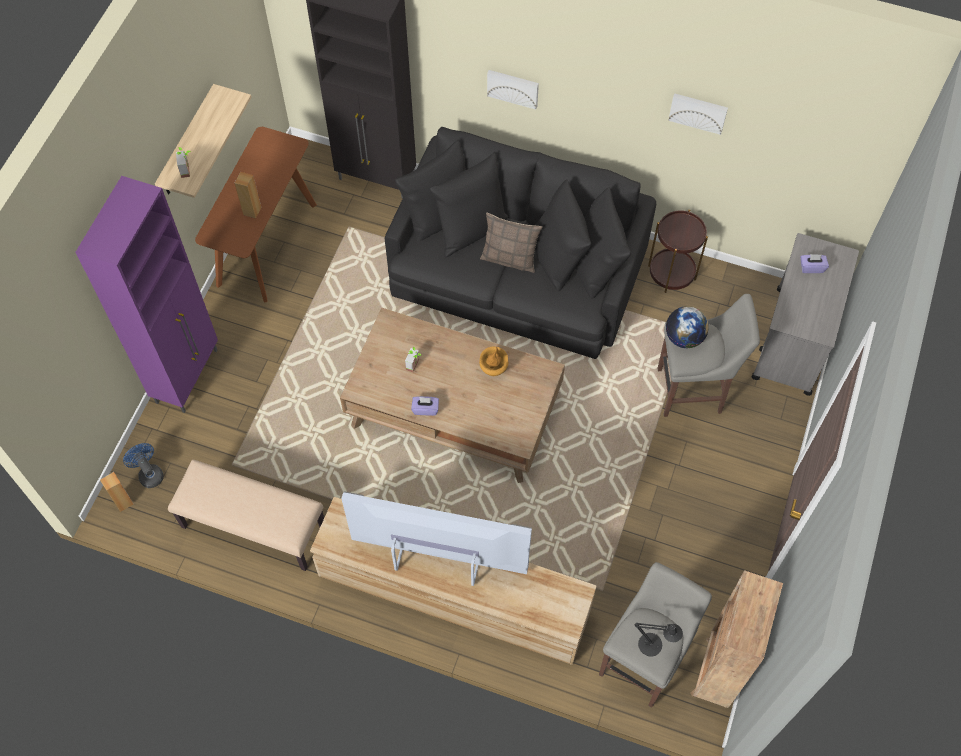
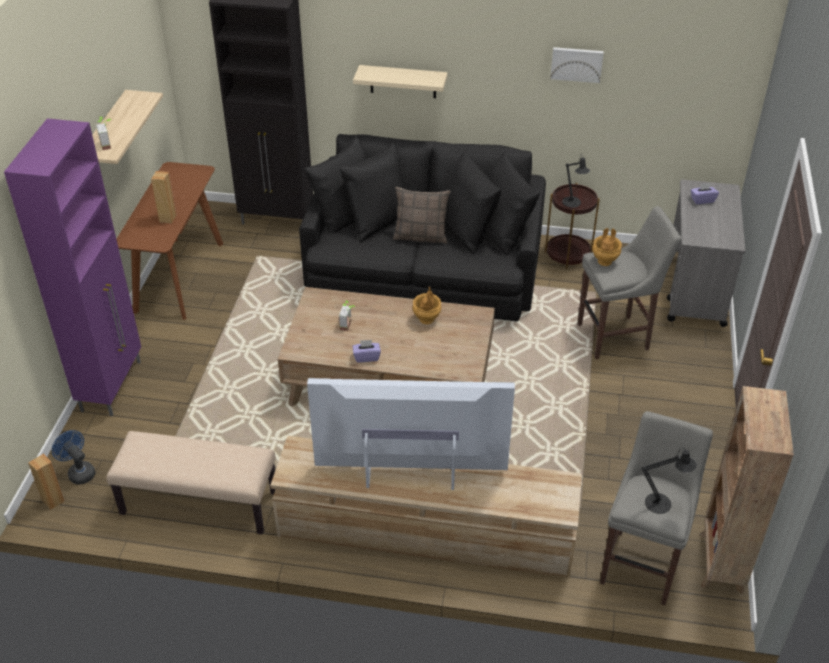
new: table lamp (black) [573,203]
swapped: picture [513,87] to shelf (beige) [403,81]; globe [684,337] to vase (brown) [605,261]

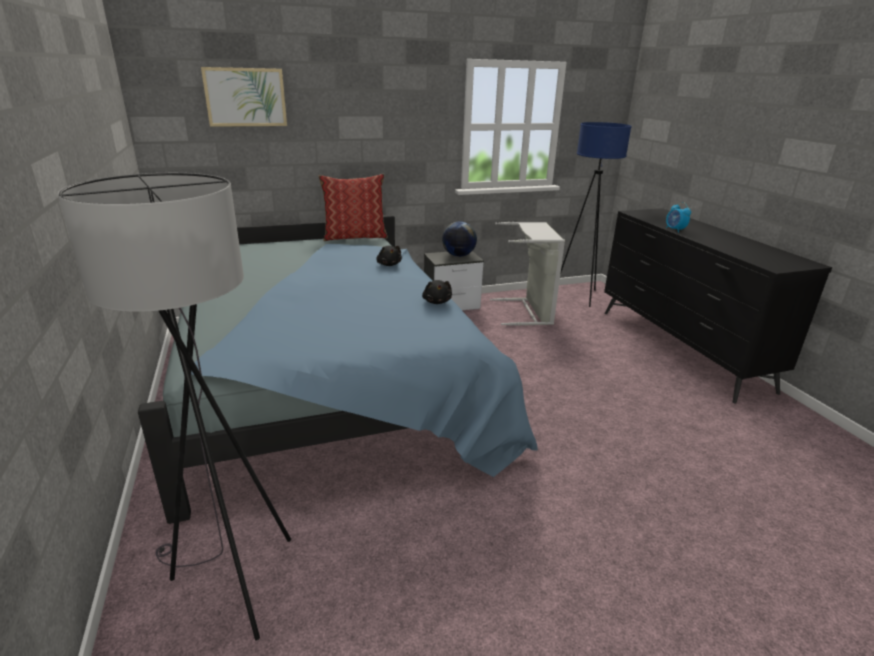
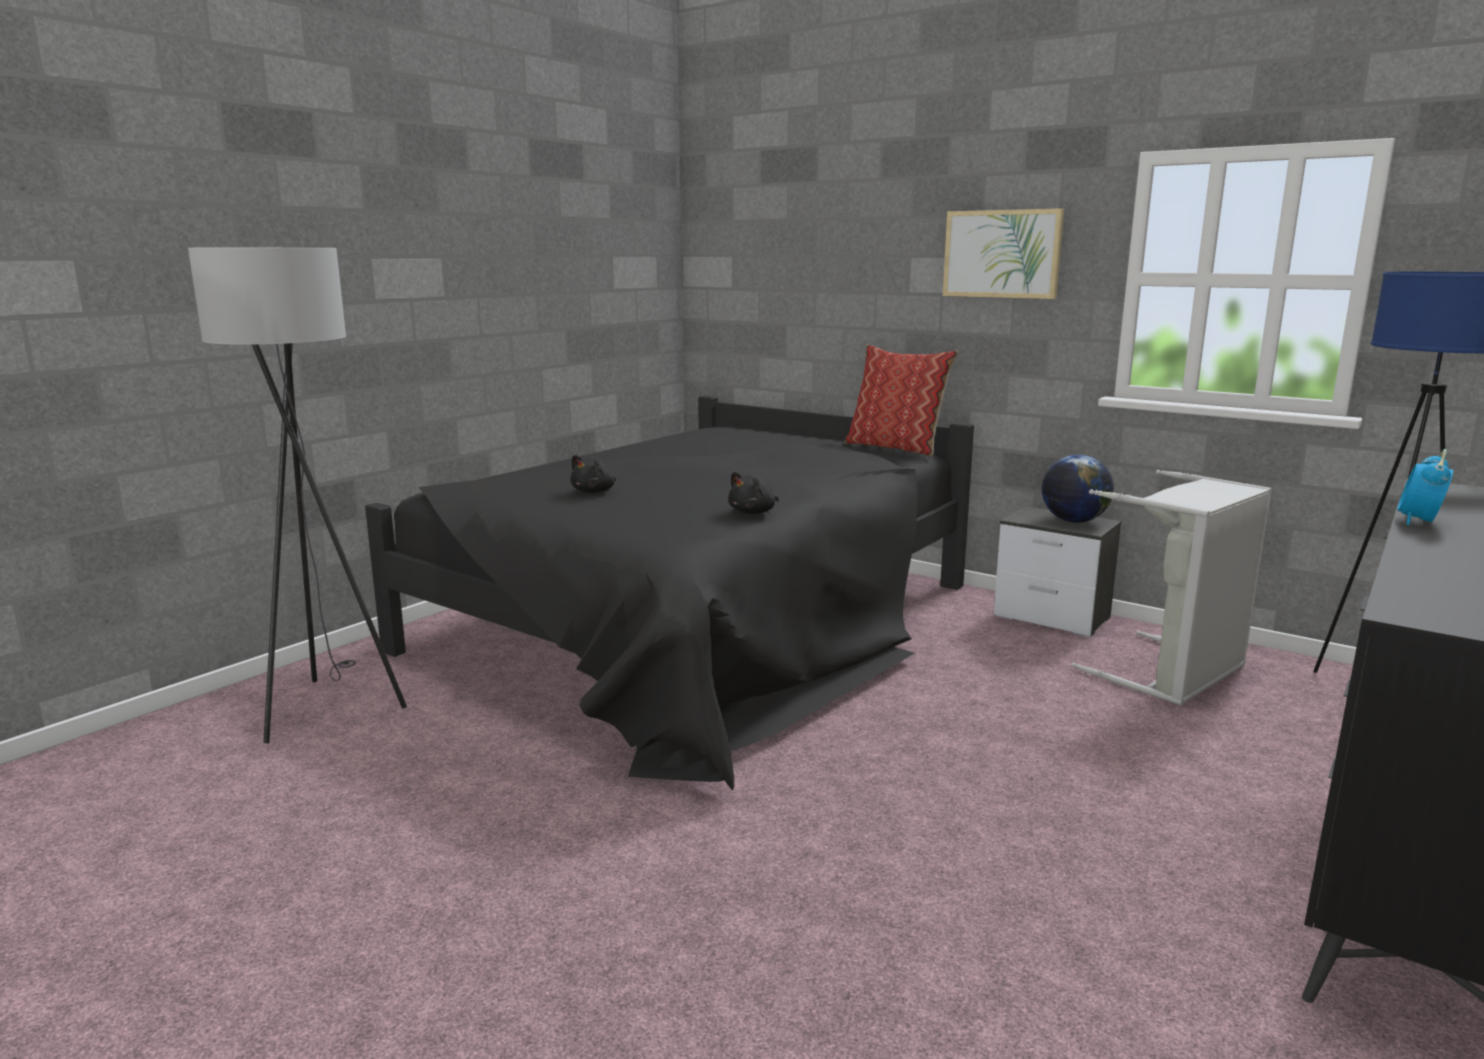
shifted: picture [245,97] to [1002,254]; plush toy (black) [389,264] to [595,491]
repainted: bed (blue) [330,382] to bed (black) [702,624]

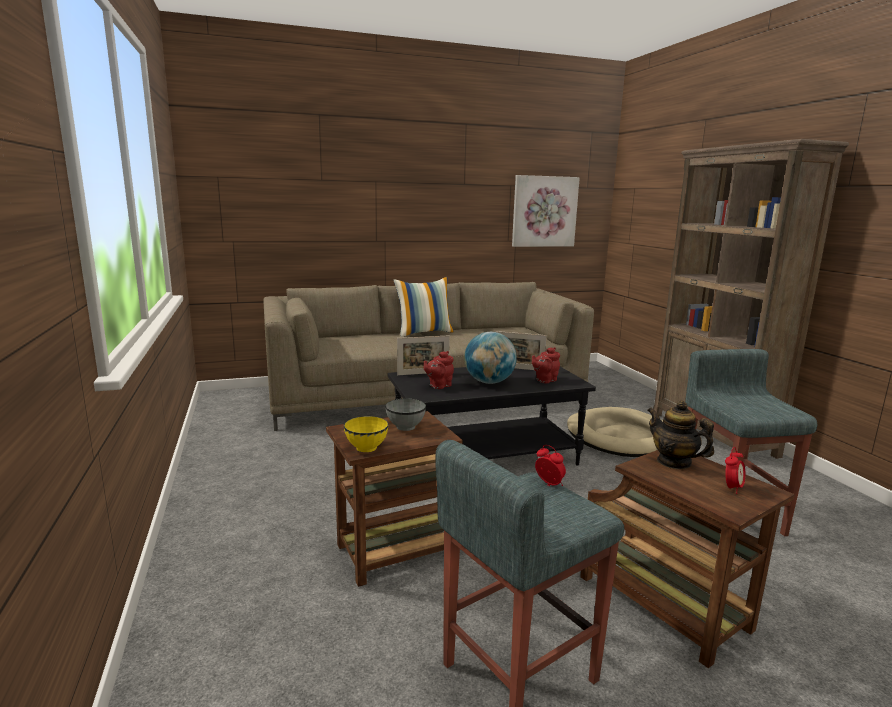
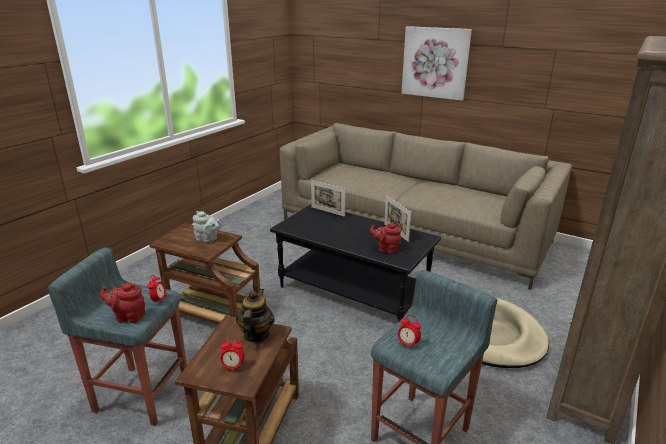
gone: bowl (yellow) [367,448]; pillow [424,332]; globe [489,382]
new: alarm clock [408,344]
shifted: teapot (red) [438,386] to [128,317]; picture [544,211] to [435,62]
swapped: bowl (grey) [405,427] to teapot (grey) [208,239]

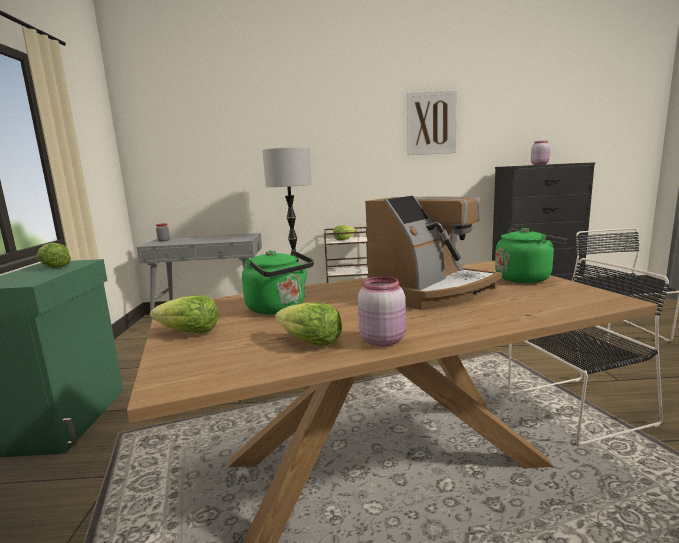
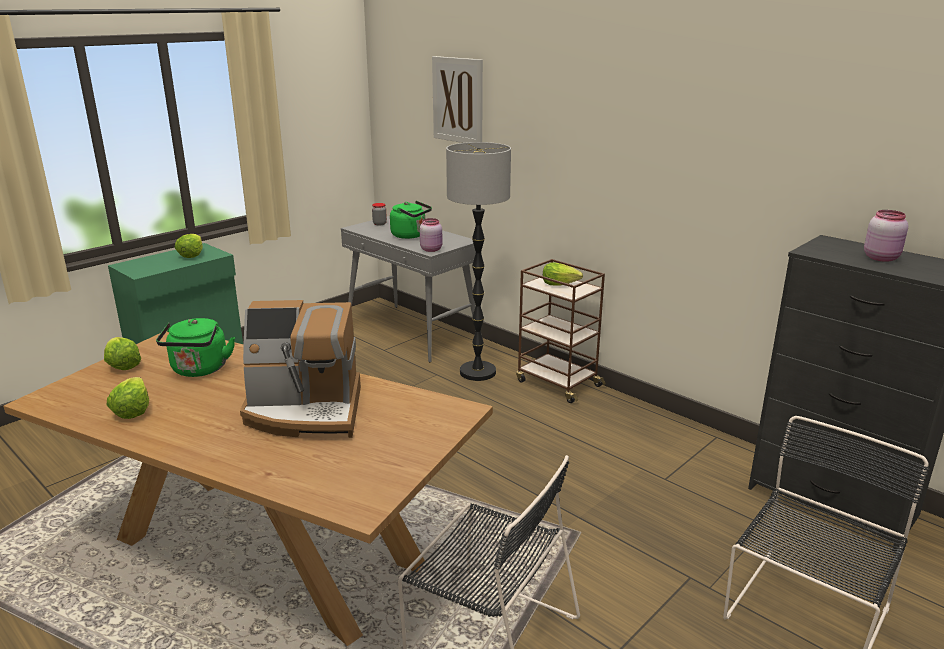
shifted: jar (pink) [382,340] to [432,249]; picture [431,123] to [458,100]; kettle (green) [525,278] to [410,235]

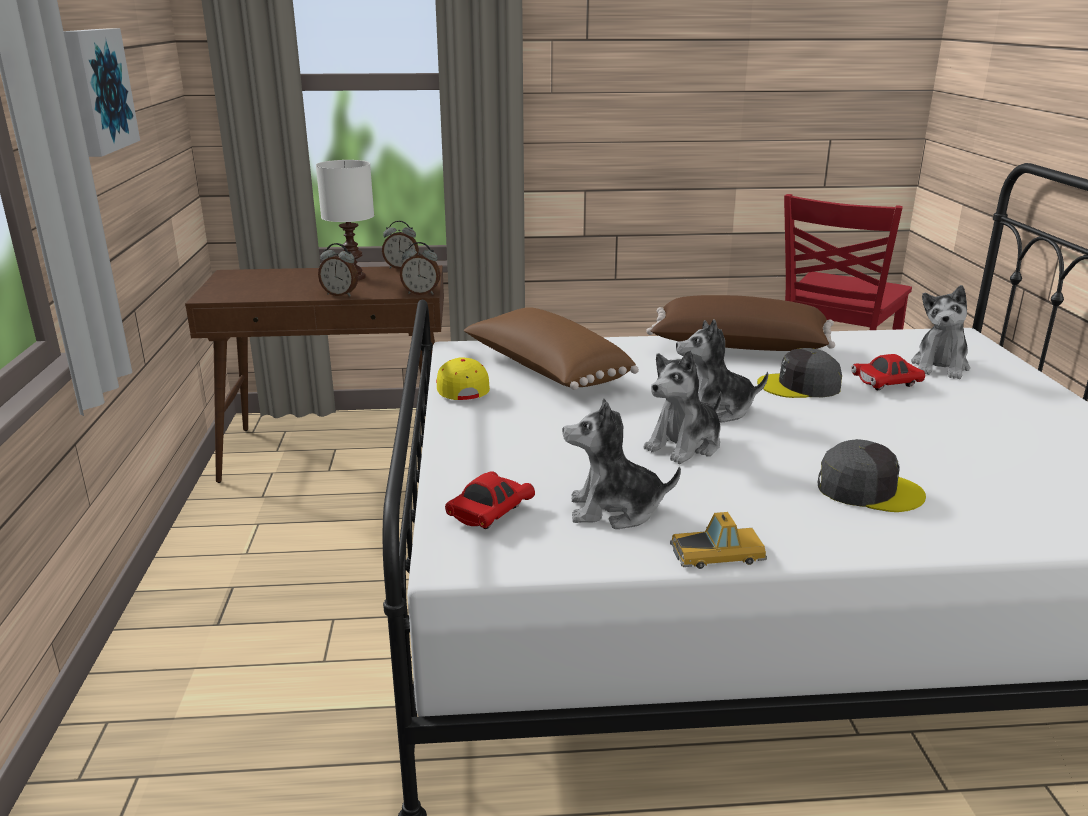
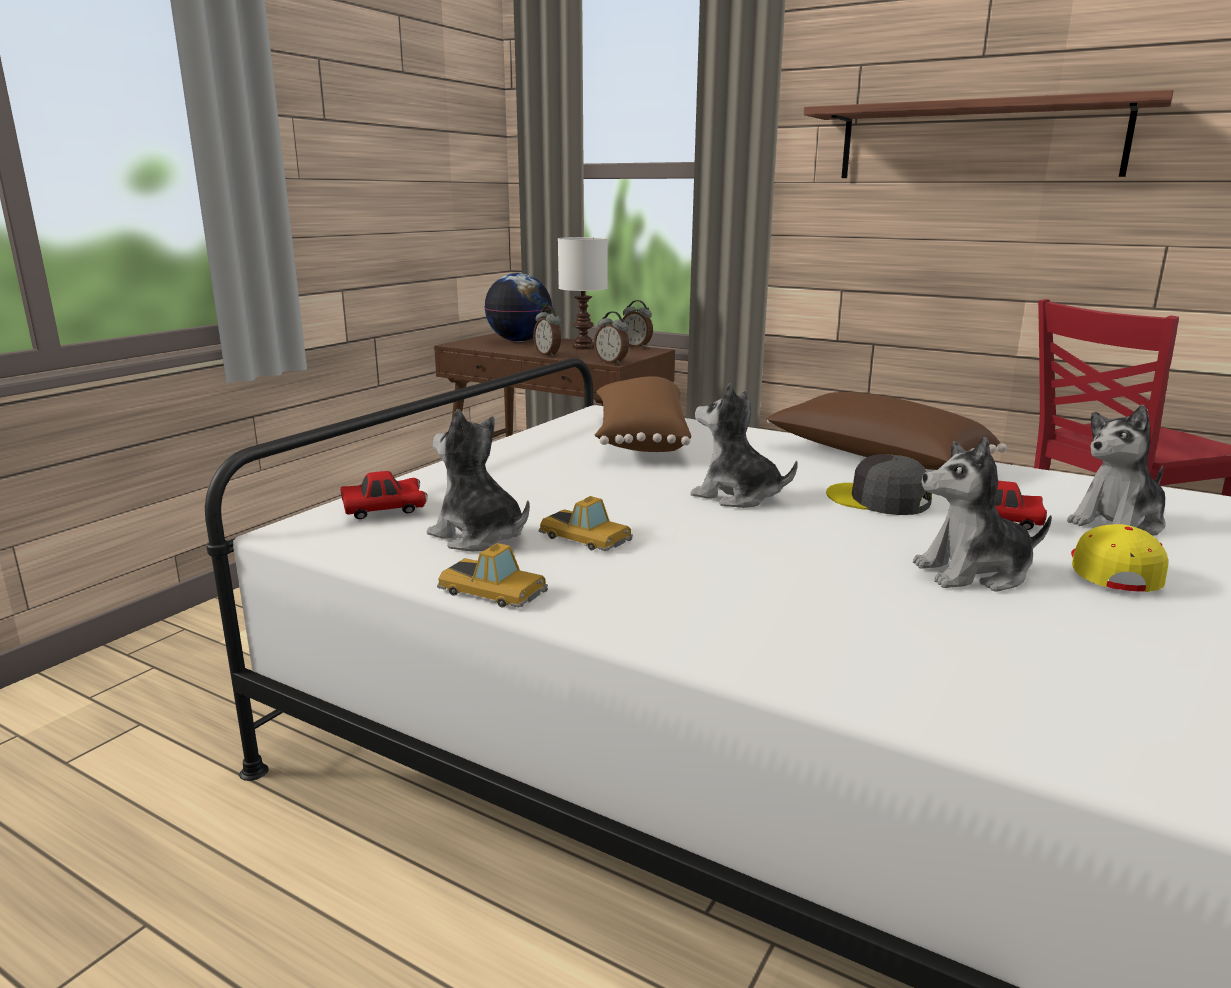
gone: picture [97,90]; cap (grey) [868,489]
new: globe [519,341]; toy car [586,537]; shelf [977,141]
shifted: cap (yellow) [460,388] to [1112,572]; plush toy [685,445] to [974,573]

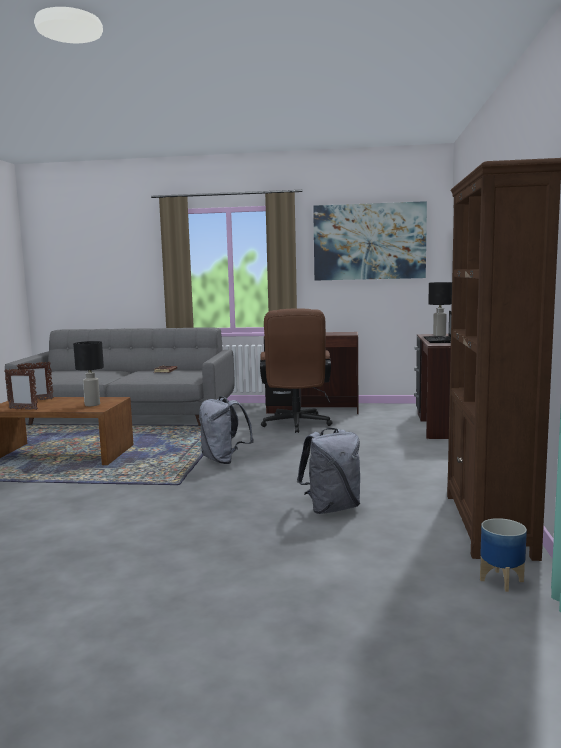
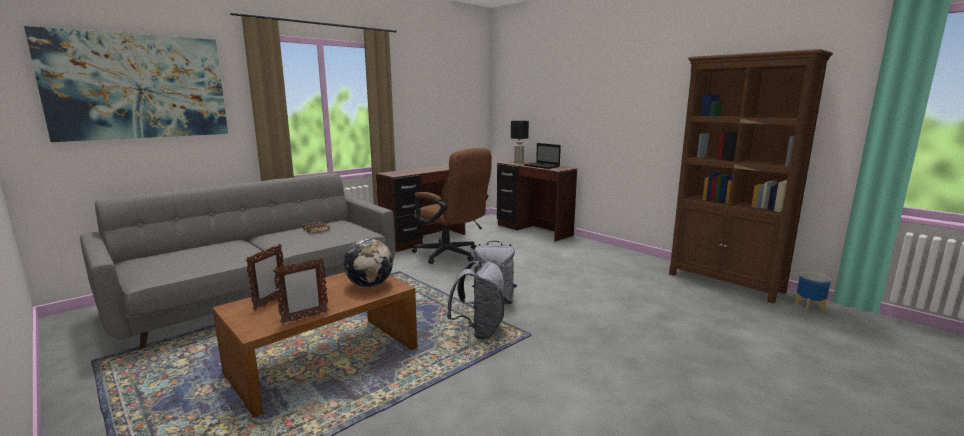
shifted: backpack (grey) [332,508] to [479,330]; picture [369,241] to [138,87]
swapped: table lamp (black) [92,405] to globe [369,285]

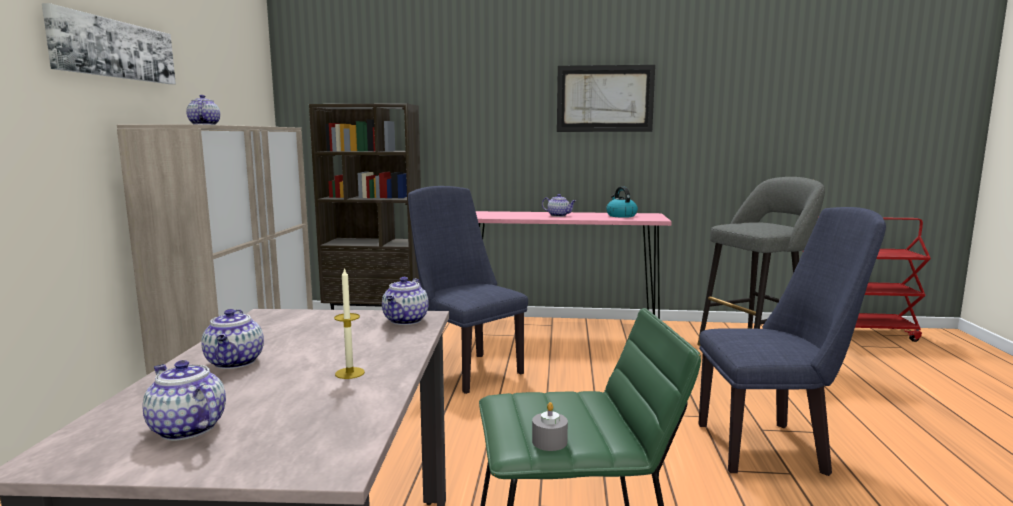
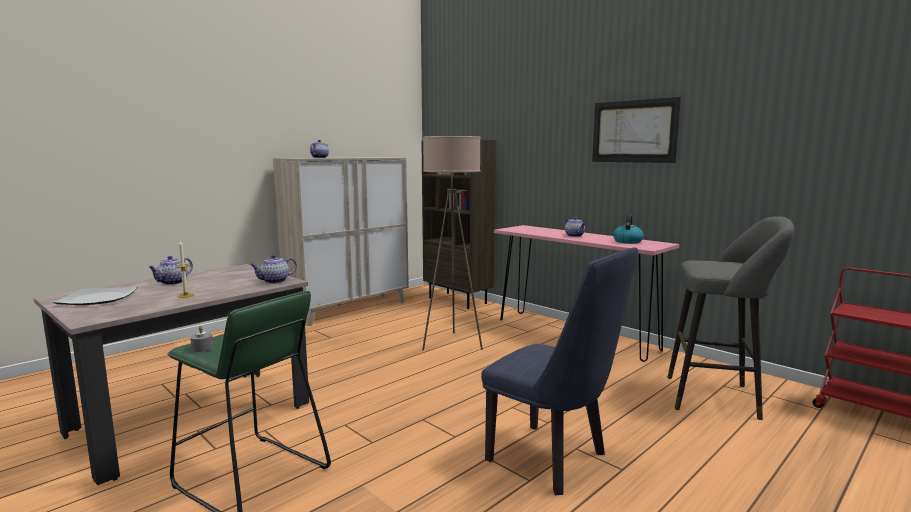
gone: picture [114,49]
swapped: teapot [186,428] to plate [98,298]; chair (blue) [467,370] to floor lamp (beige) [452,344]

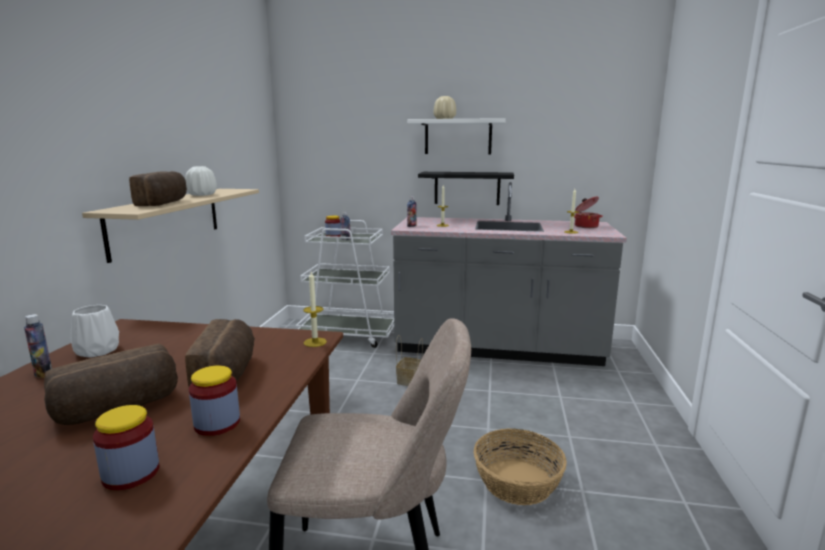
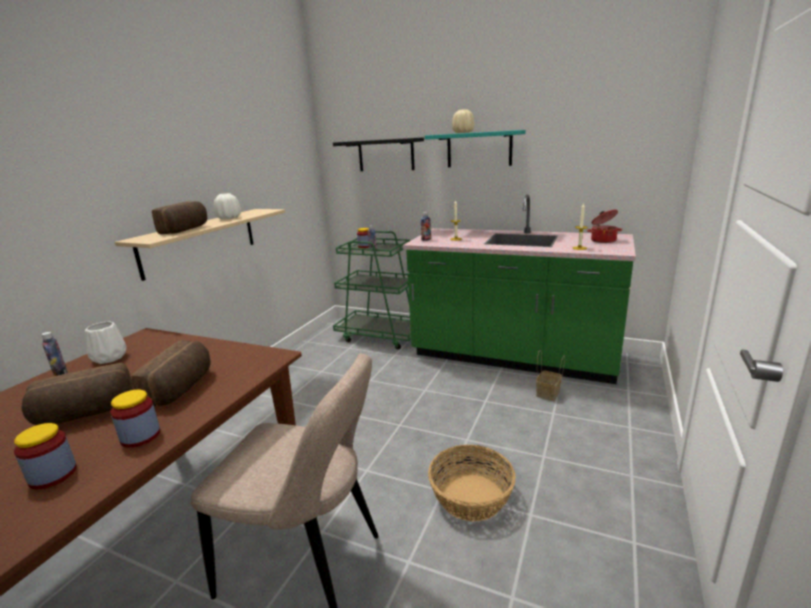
gone: candle [315,342]
shifted: basket [409,380] to [548,394]; shelf (black) [467,188] to [386,155]
repainted: cart (white) [349,335] to cart (green) [381,335]; counter (grey) [497,348] to counter (green) [512,357]; shelf (white) [458,137] to shelf (turquoise) [479,149]

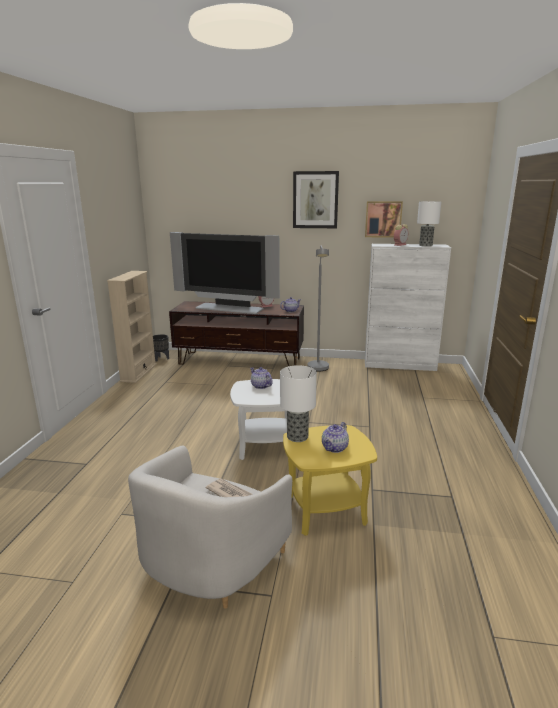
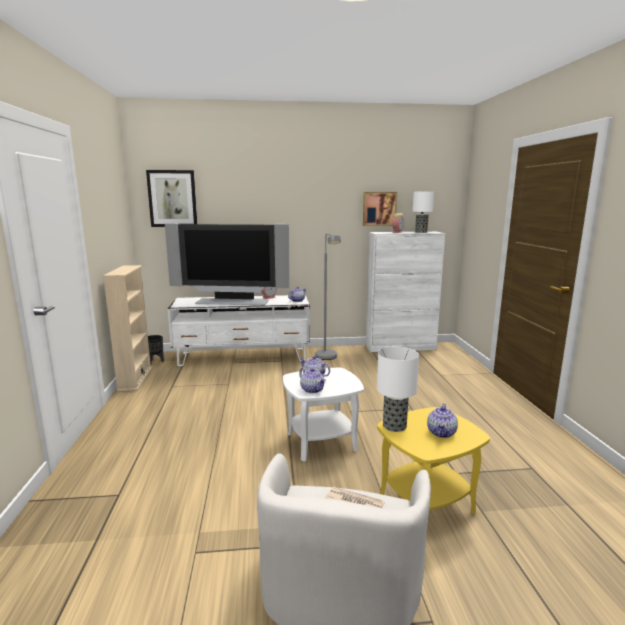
new: teapot [312,390]
shifted: picture [315,200] to [172,198]
repainted: tv stand (brown) [240,361] to tv stand (white) [243,357]

